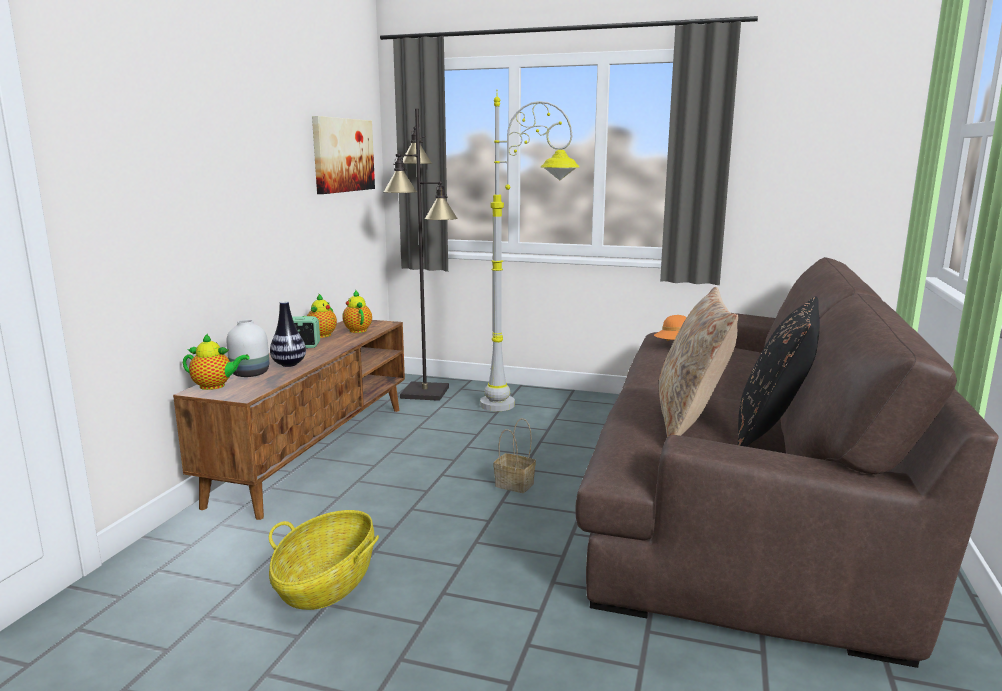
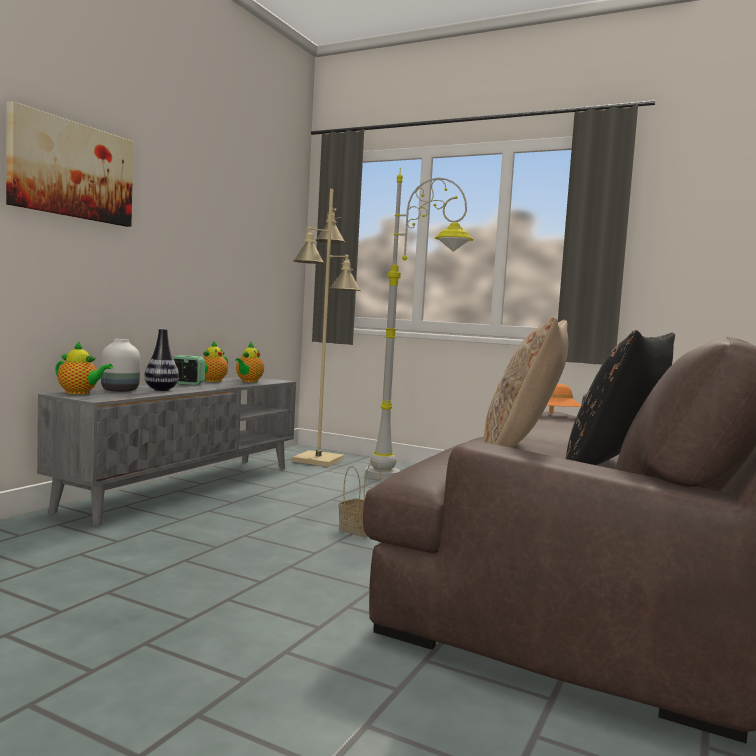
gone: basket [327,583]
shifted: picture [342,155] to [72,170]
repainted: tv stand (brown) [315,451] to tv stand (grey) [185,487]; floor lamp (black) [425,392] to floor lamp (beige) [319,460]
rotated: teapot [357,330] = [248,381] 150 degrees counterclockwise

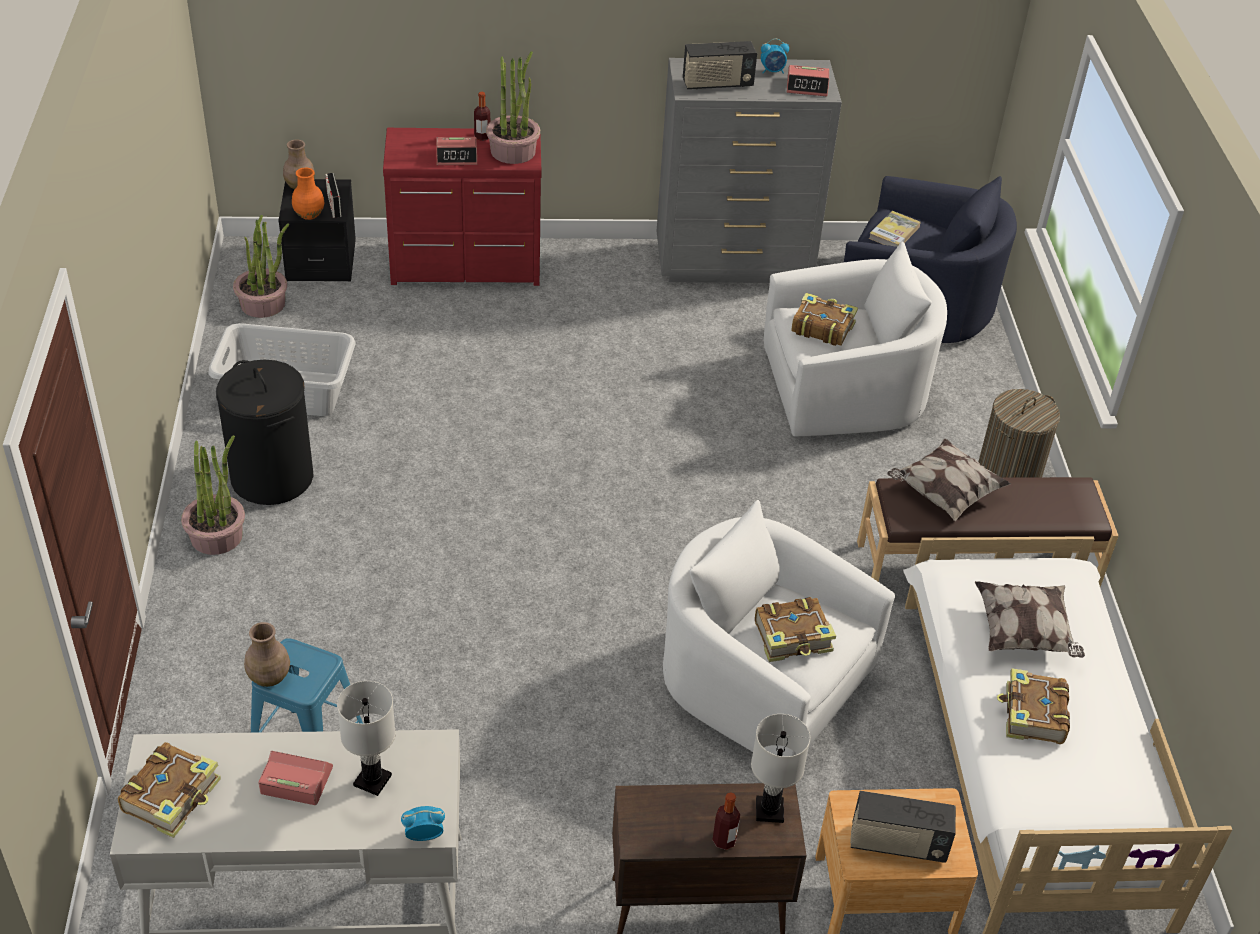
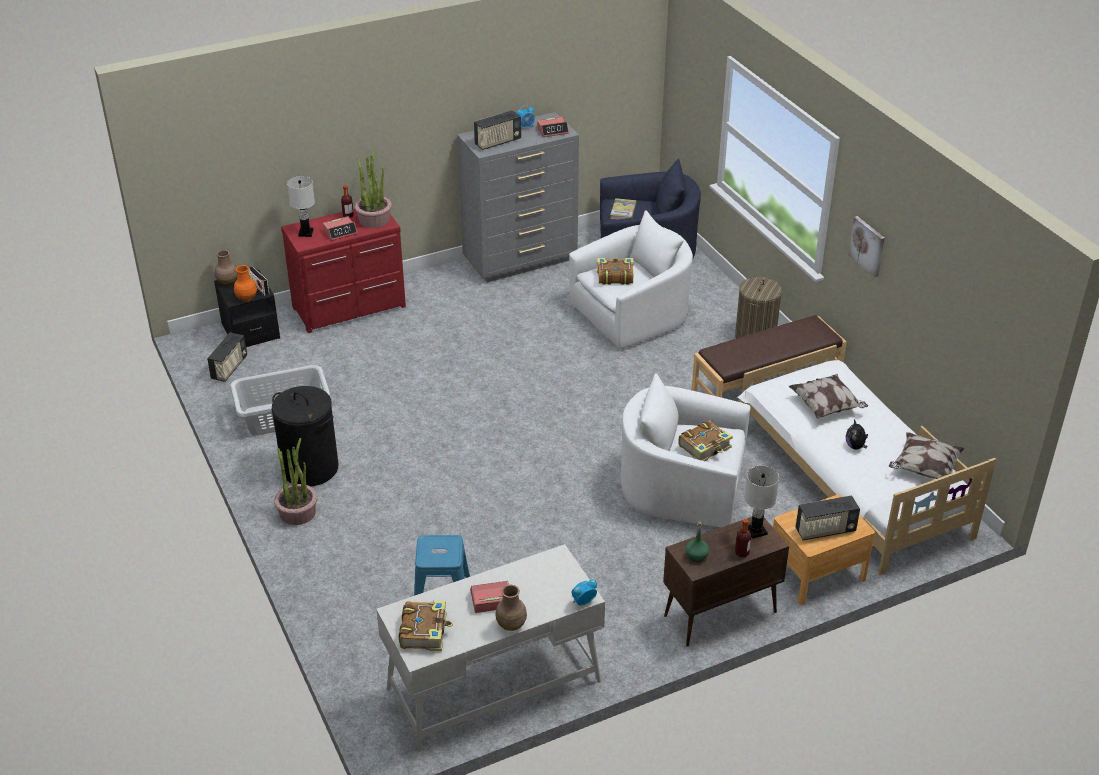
new: bottle (green) [697,555]; picture [867,246]
shifted: vase (brown) [270,677] to [511,624]; table lamp (white) [372,780] to [305,233]; pillow [944,493] to [924,468]
swapped: potted plant [263,304] to radio [229,368]; book [1032,716] to plush toy [855,446]

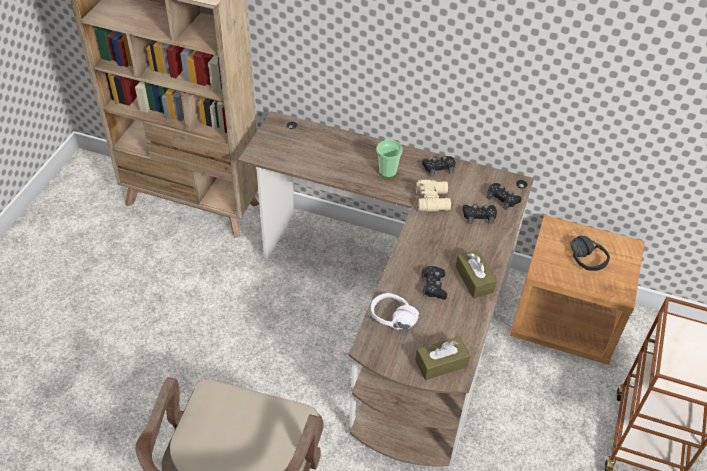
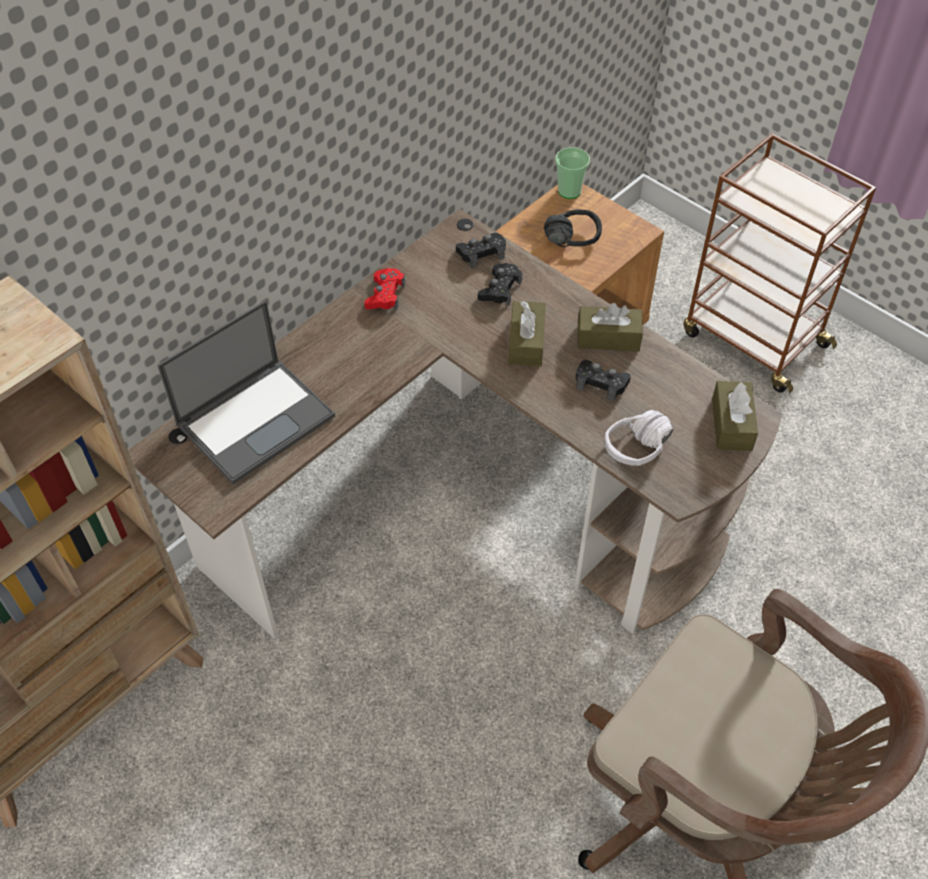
gone: binoculars (beige) [433,200]
new: laptop [257,419]; tissue box (brown) [526,342]
shifted: cup [387,171] to [569,191]
repainted: game controller (black) [438,168] to game controller (red) [385,295]

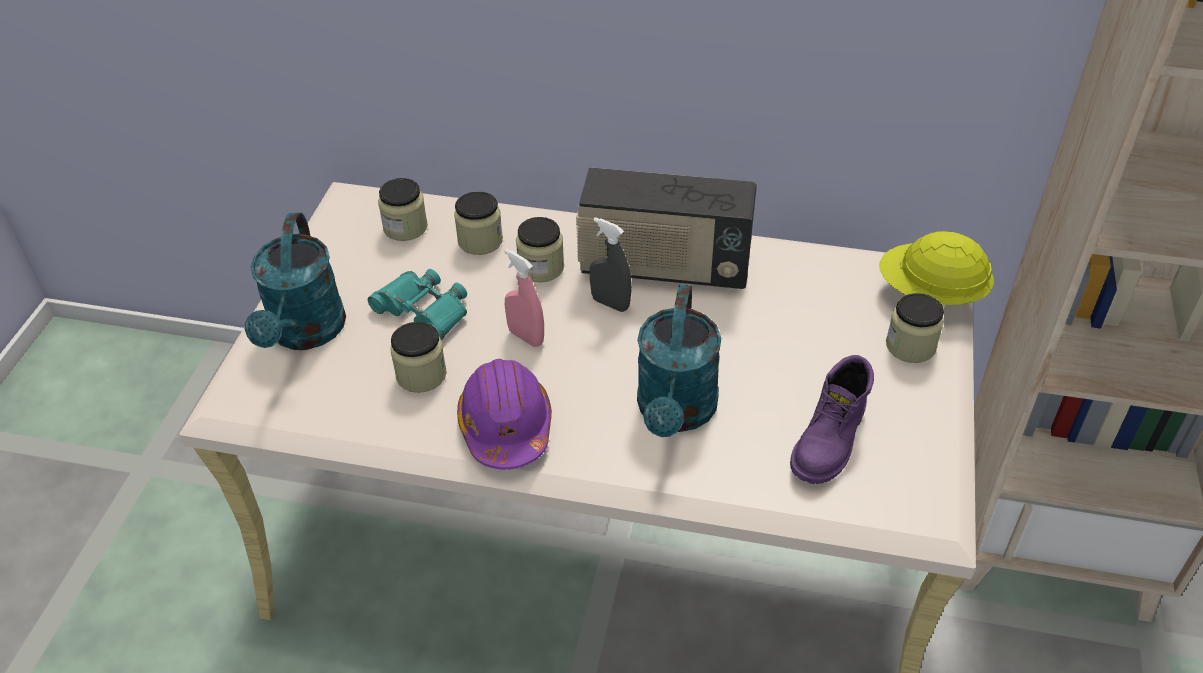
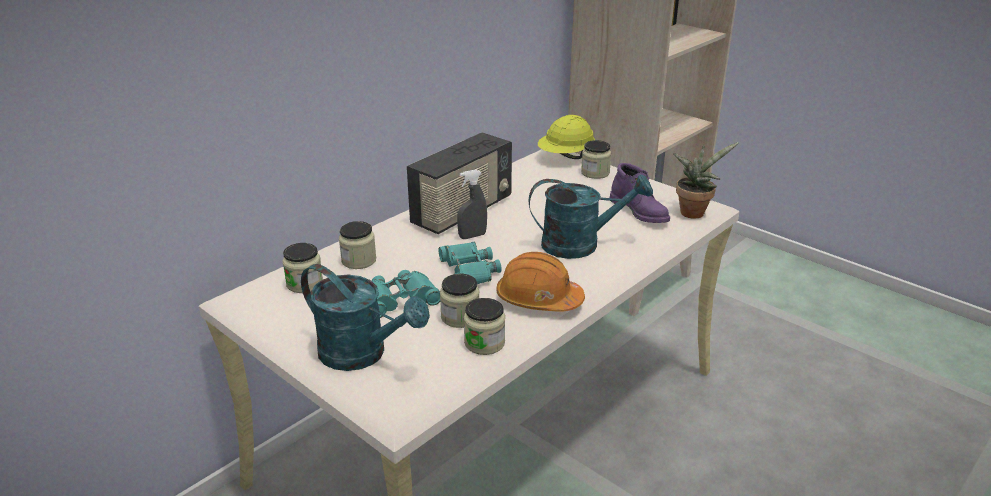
new: potted plant [694,211]
shifted: jar [541,267] to [484,343]
swapped: spray bottle (pink) [526,337] to binoculars (turquoise) [468,270]
repainted: hard hat (purple) [506,426] to hard hat (orange) [538,299]
rotated: watering can (turquoise) [675,413] = [581,244] 45 degrees counterclockwise

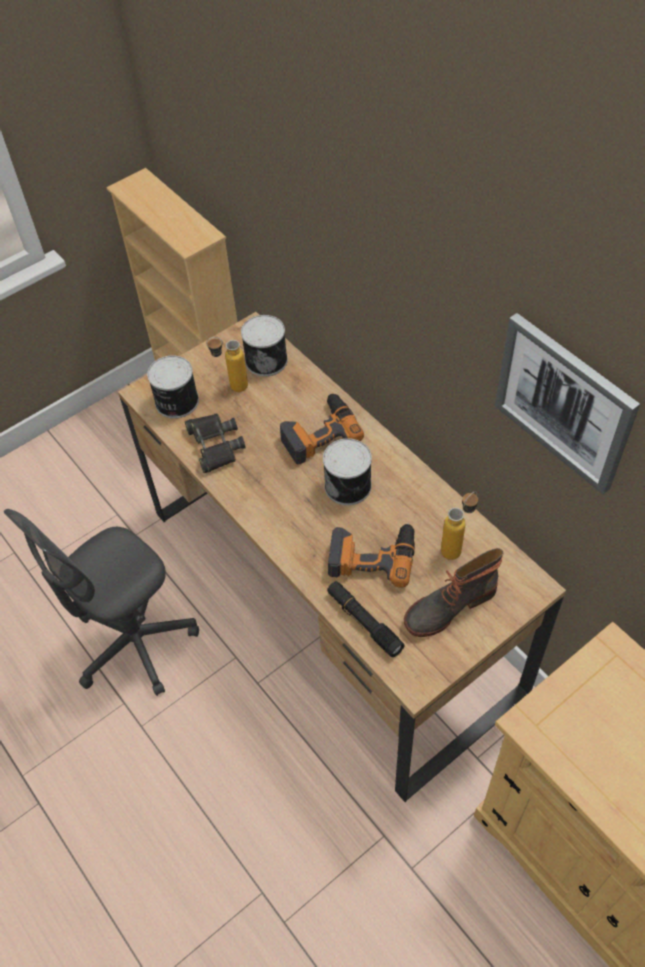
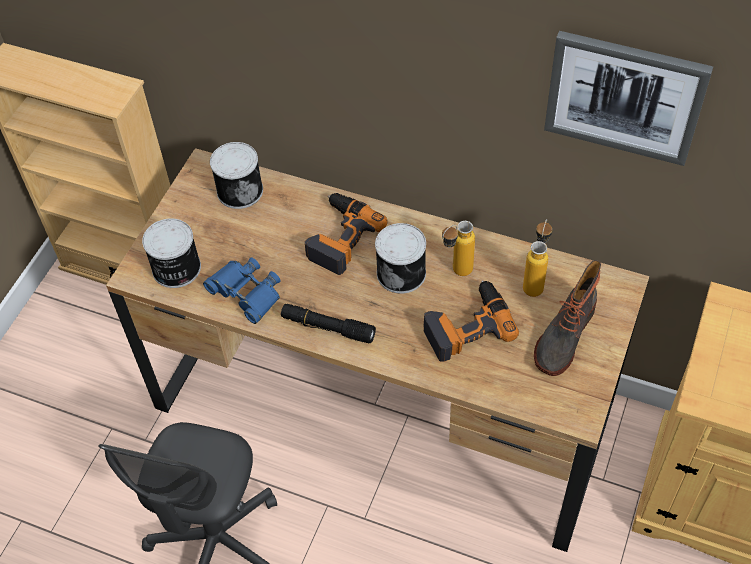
shifted: bottle [231,387] to [456,273]; flashlight (black) [364,622] to [328,327]
repainted: binoculars (black) [215,445] to binoculars (blue) [246,293]

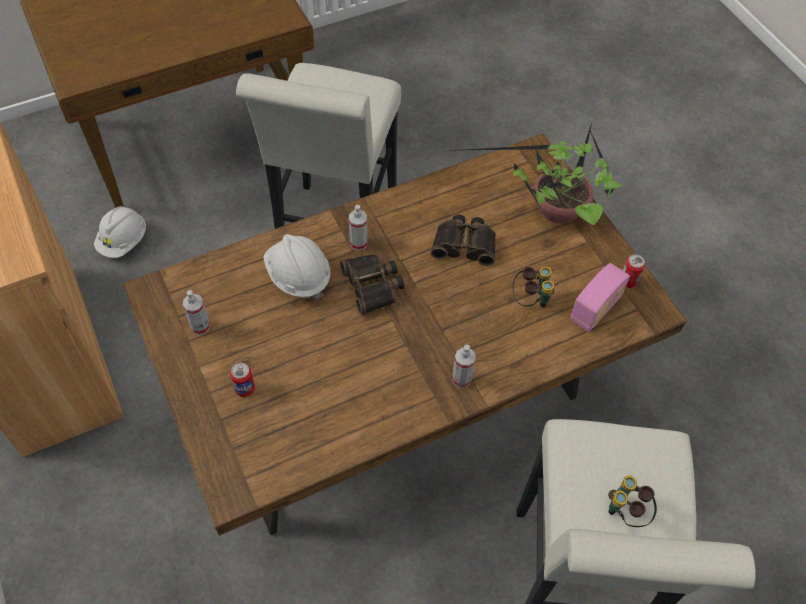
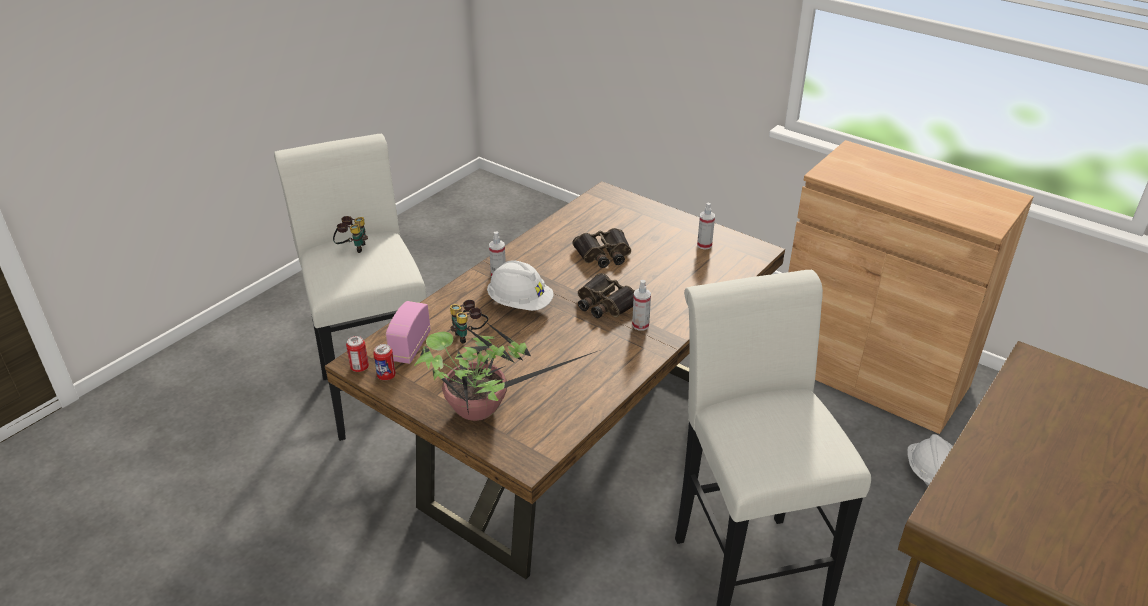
shifted: can [245,389] to [359,367]; hard hat (white) [298,276] to [520,303]; binoculars [465,244] to [603,254]

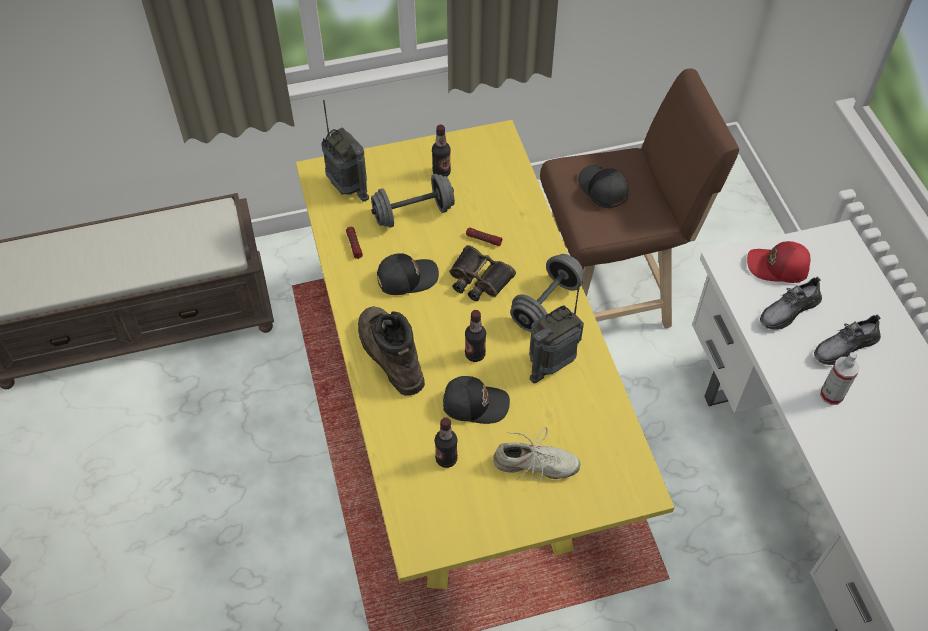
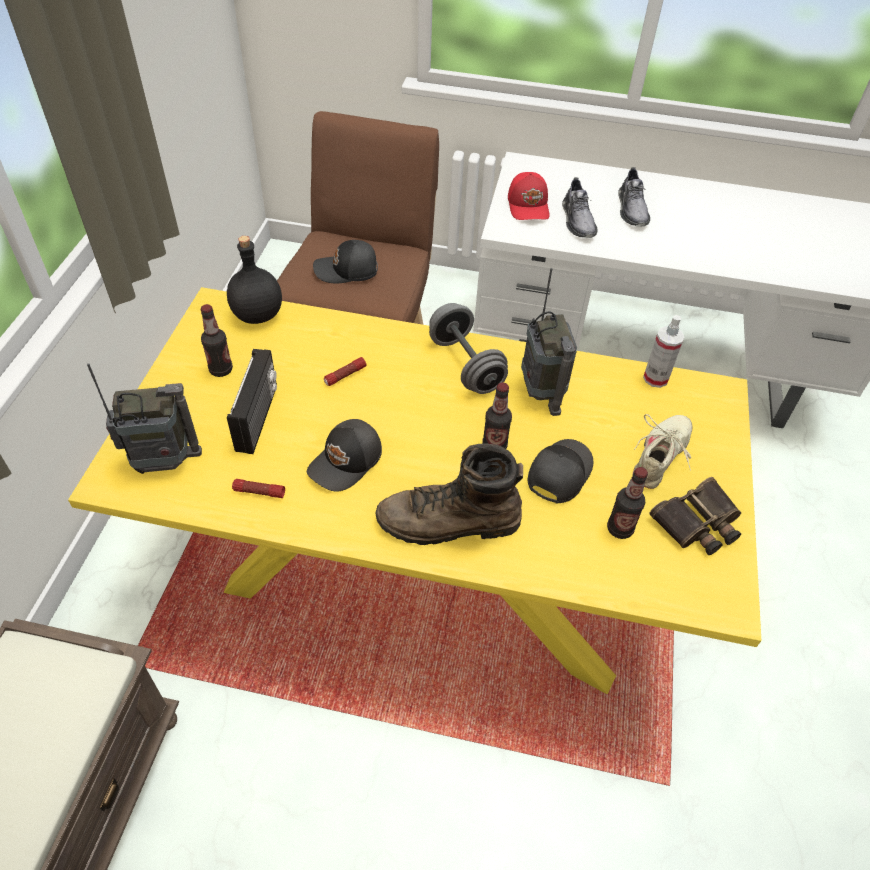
new: bottle (black) [256,315]
shifted: binoculars [478,279] to [698,524]; spray bottle [831,395] to [655,378]
swapped: dumbbell (grey) [413,213] to radio [258,418]
rotated: cap (black) [406,277] = [347,462] 150 degrees counterclockwise; cap (red) [778,267] = [529,206] 45 degrees counterclockwise

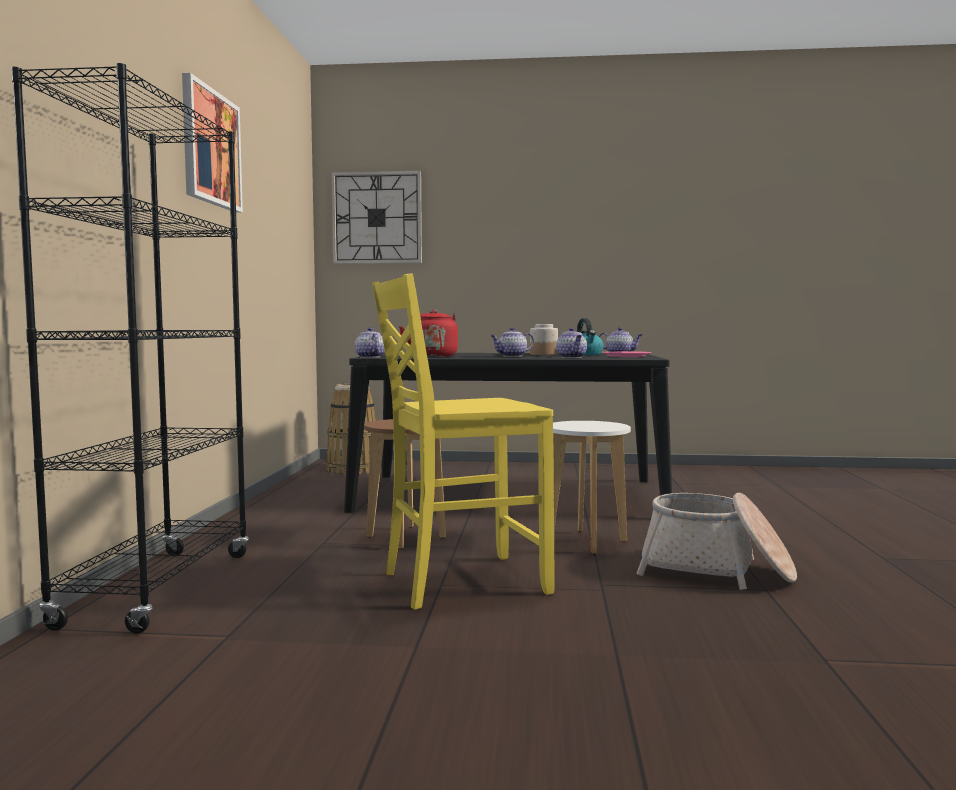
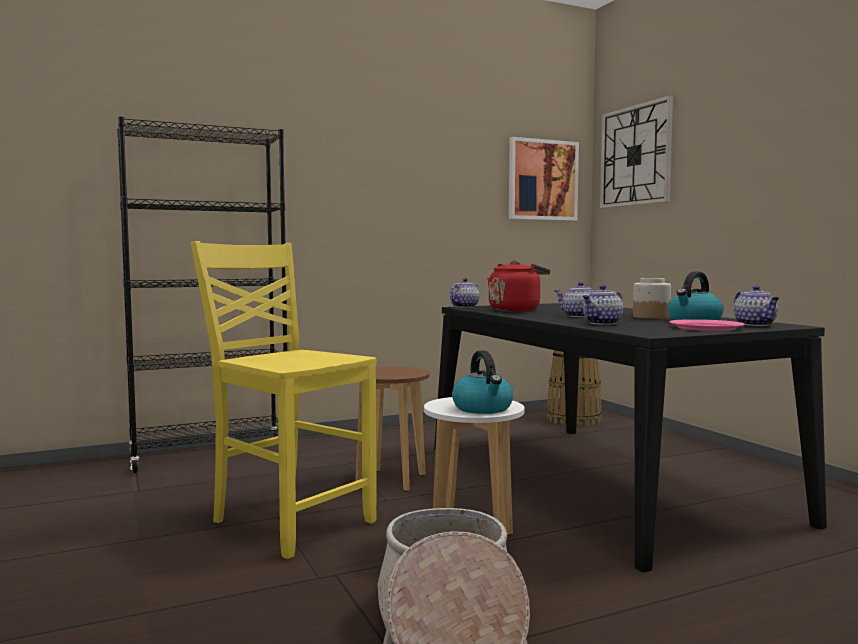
new: kettle [483,408]
shifted: picture [210,148] to [542,180]

